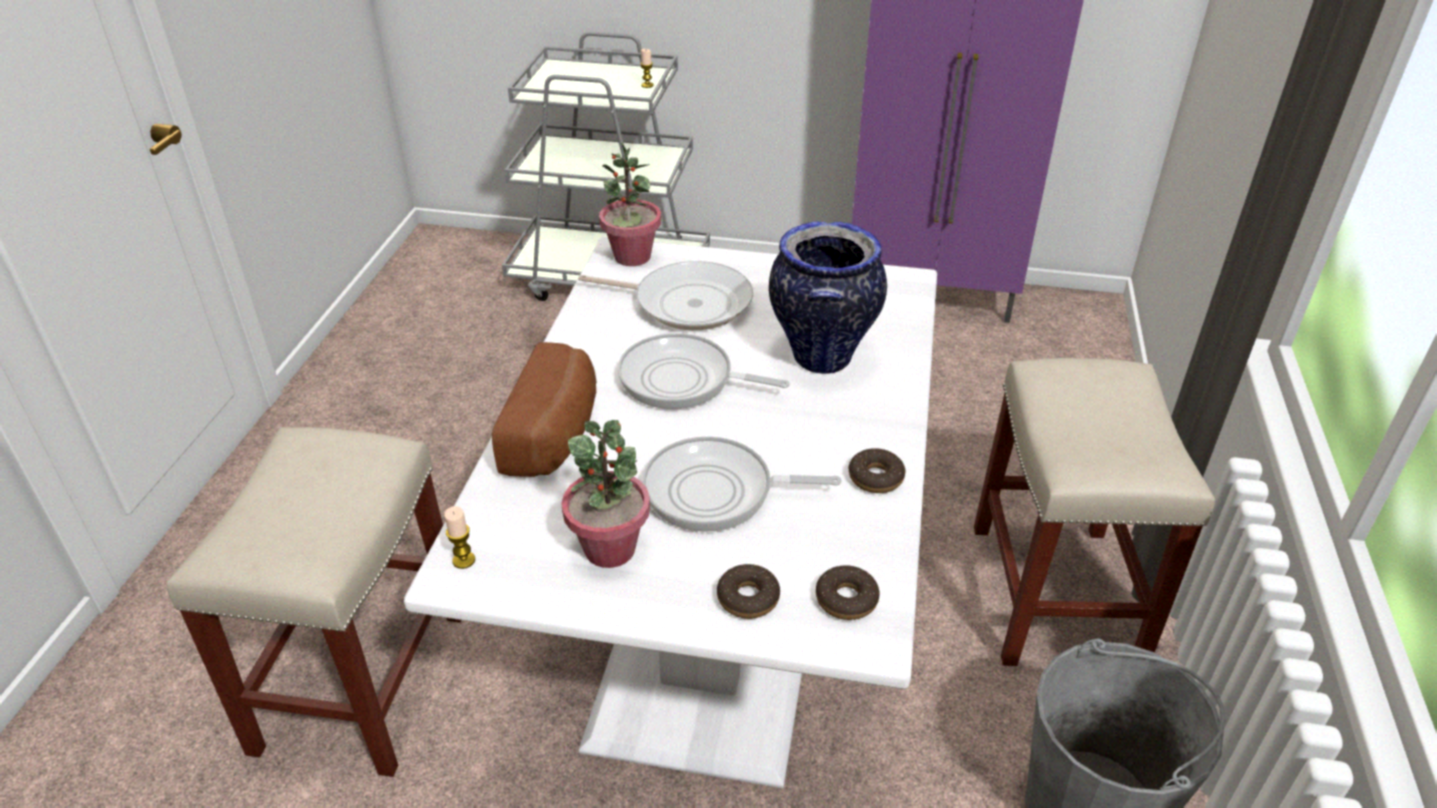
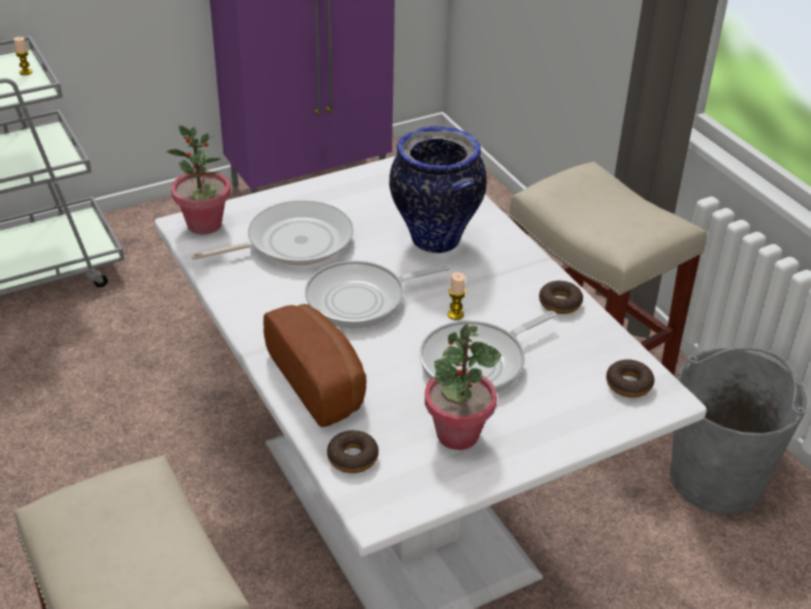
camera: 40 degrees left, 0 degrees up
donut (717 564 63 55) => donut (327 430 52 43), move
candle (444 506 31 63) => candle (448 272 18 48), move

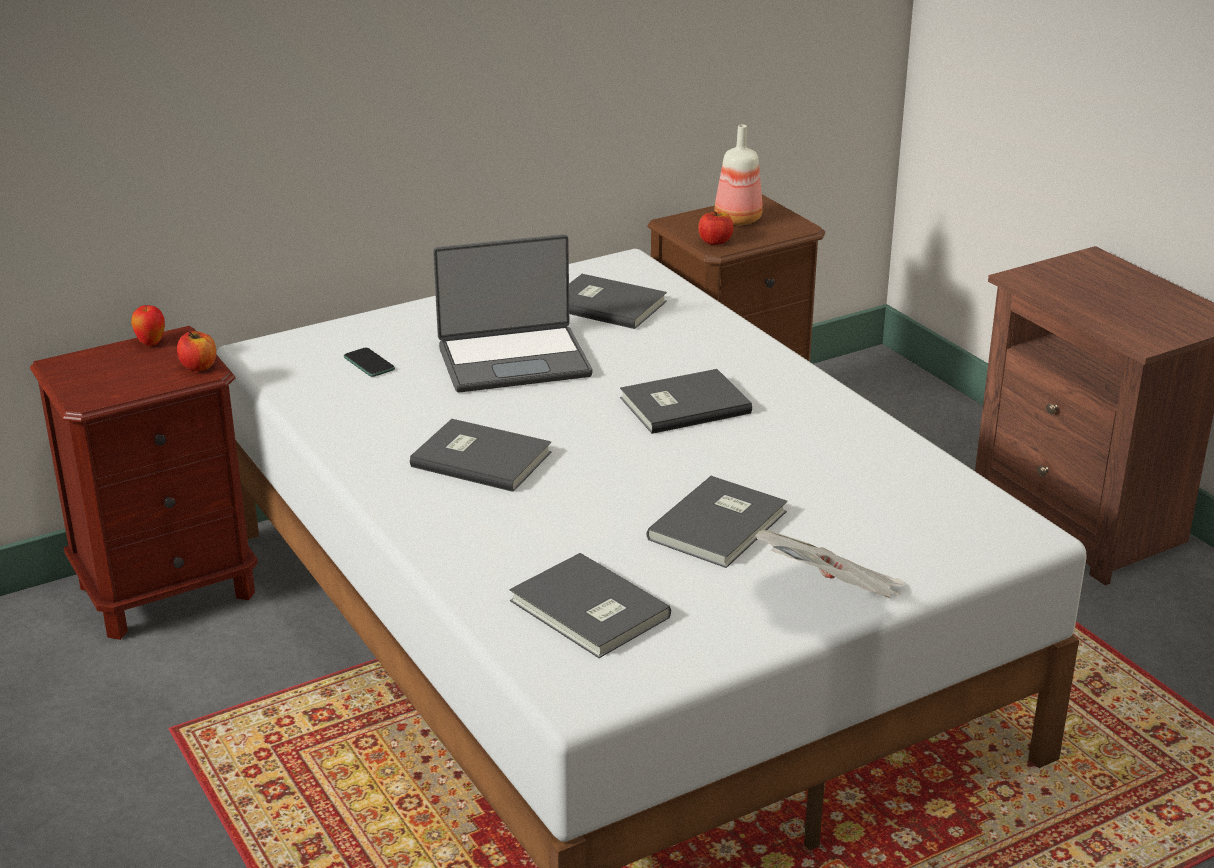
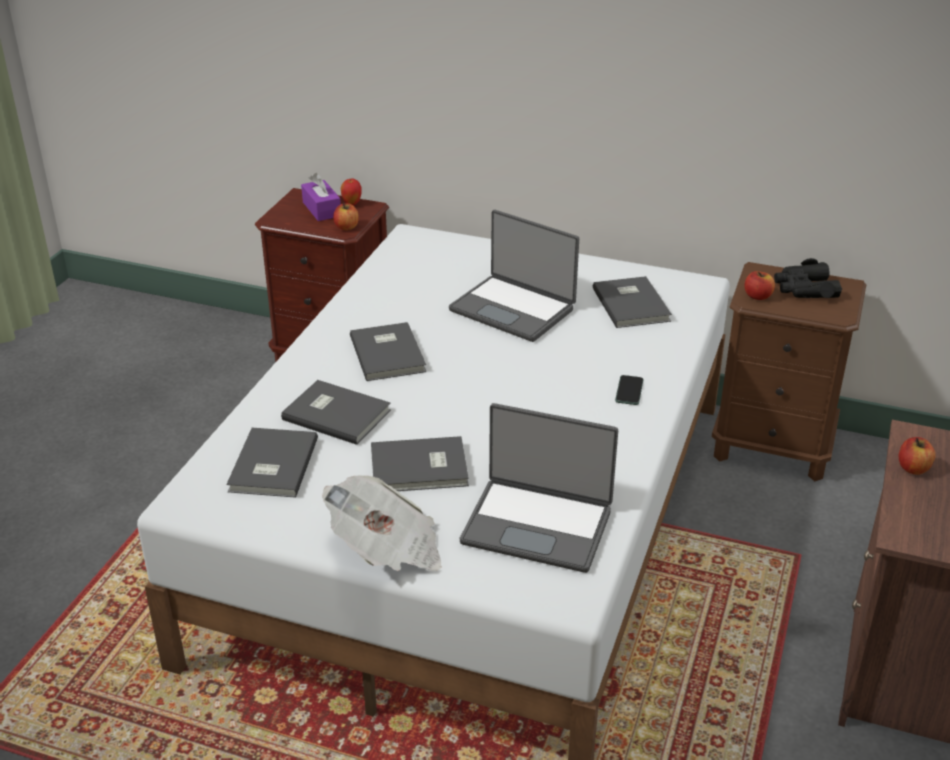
camera: 50 degrees right, 5 degrees up
book/grey (620 369 132 65) => book/grey (281 380 110 65), move
nothing => tissue box/purple (301 173 40 48)
nothing => laptop (460 403 158 170)
phone (344 348 51 29) => phone (615 375 28 30), move
bottle (715 125 48 100) => binoculars/black (774 258 68 40)
nothing => apple (899 437 37 38)

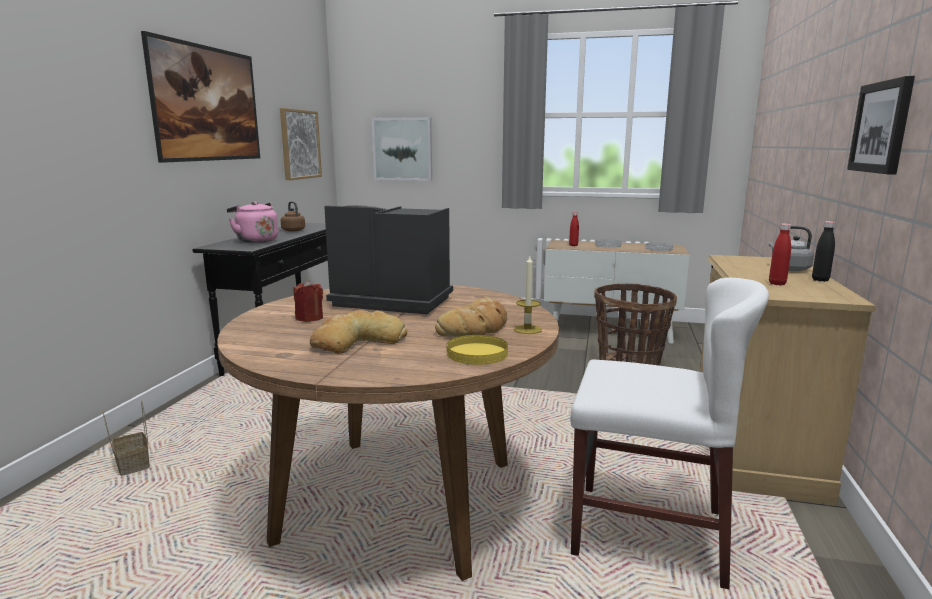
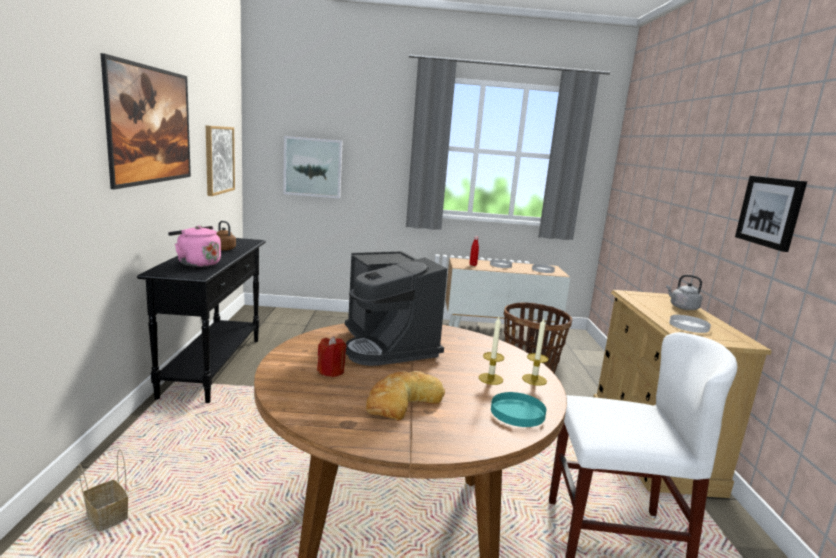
camera: 15 degrees left, 0 degrees up
coffee machine (324 205 129 109) => coffee machine (345 251 102 115), 120 degrees counterclockwise
bread (435 298 72 39) => candle (479 317 25 68)
plate/yellow (447 335 61 30) => plate/turquoise (491 392 55 35)
bottle/red (769 223 22 62) => plate/white (669 315 42 18)
bottle/black (812 221 23 61) => nothing

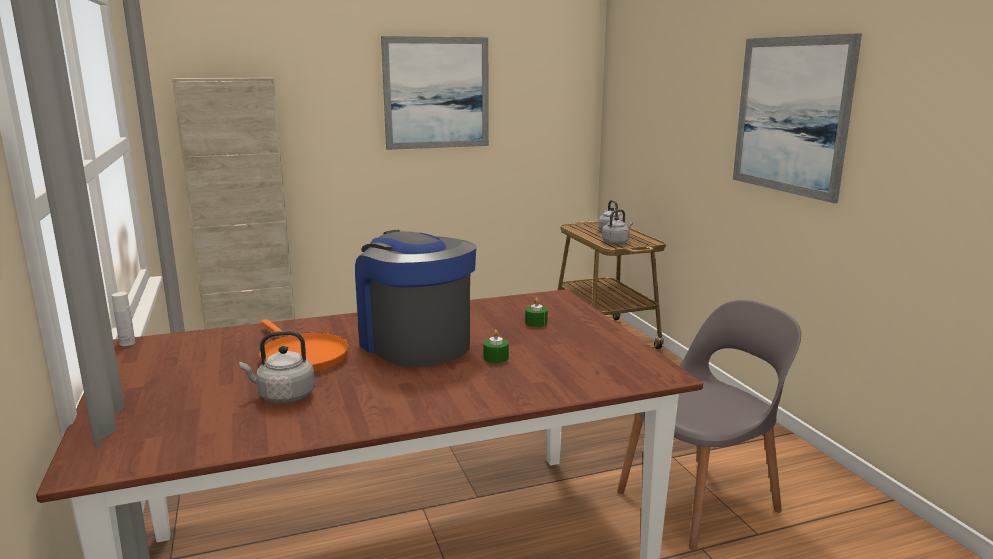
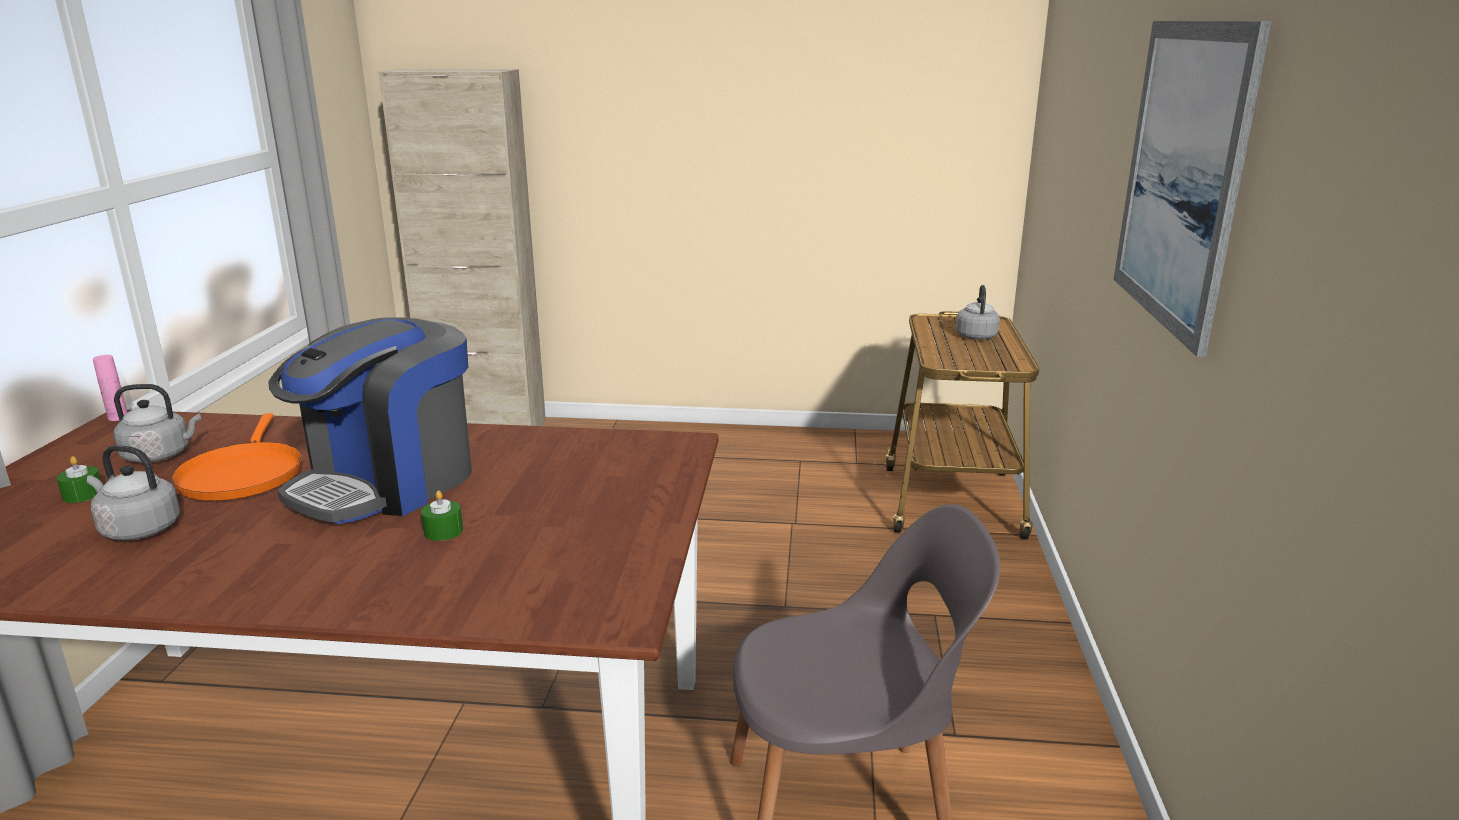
camera: 25 degrees right, 5 degrees up
candle/green (525 298 23 29) => candle/green (57 456 44 47), move
bottle/white (112 292 23 54) => bottle/pink (93 355 34 66)
kettle/grey (602 209 31 35) => kettle/grey (113 384 88 79), move
coffee machine (355 230 121 137) => coffee machine (269 317 203 207), 135 degrees counterclockwise
picture (381 36 108 114) => nothing

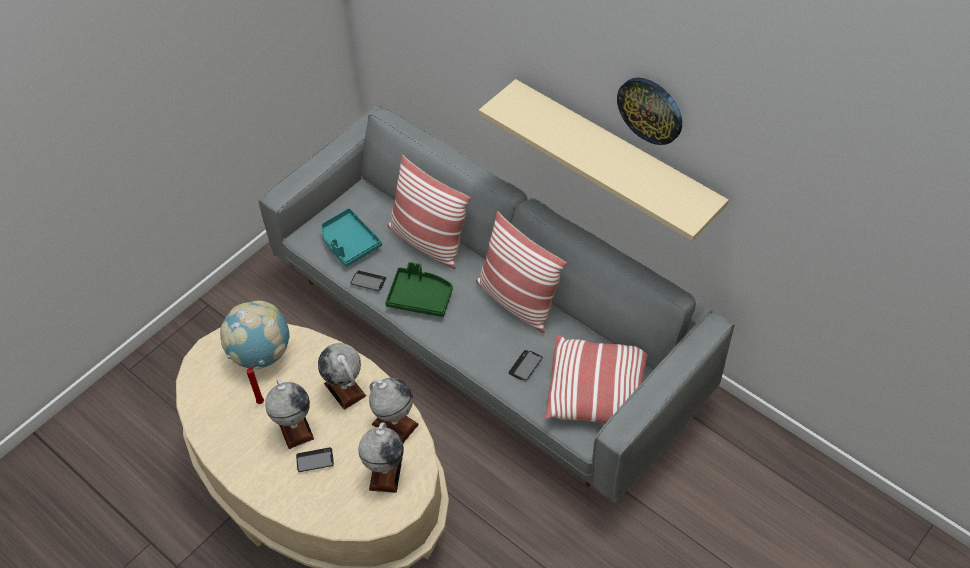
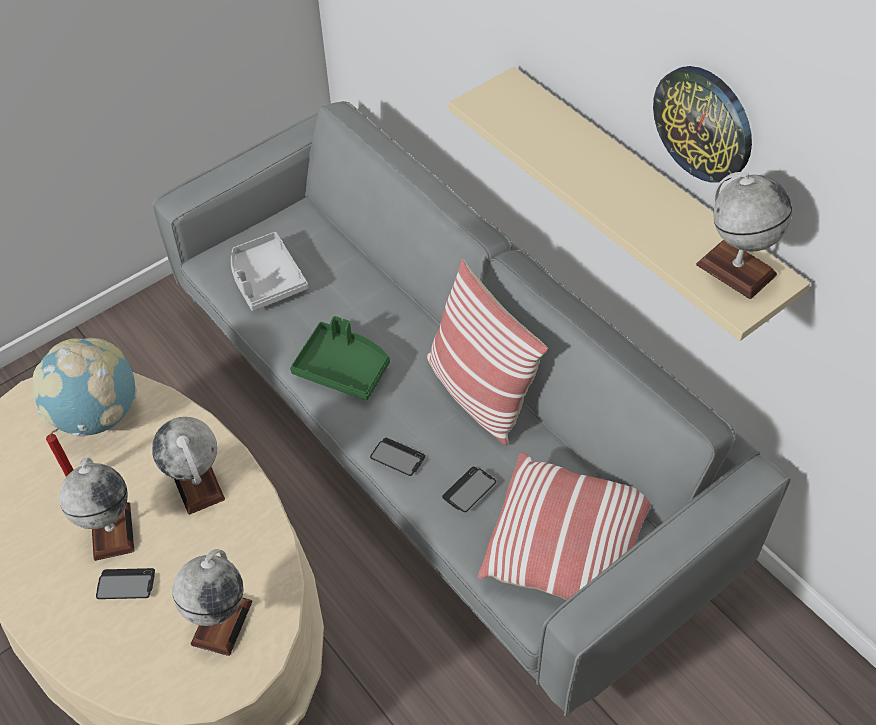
camera: 10 degrees right, 0 degrees up
tray/turquoise (321 208 61 59) => tray/grey (231 232 77 79)
phone (351 271 35 20) => phone (370 438 56 38), move
globe (369 378 50 65) => globe (696 172 96 127), move
pillow (388 155 83 114) => nothing

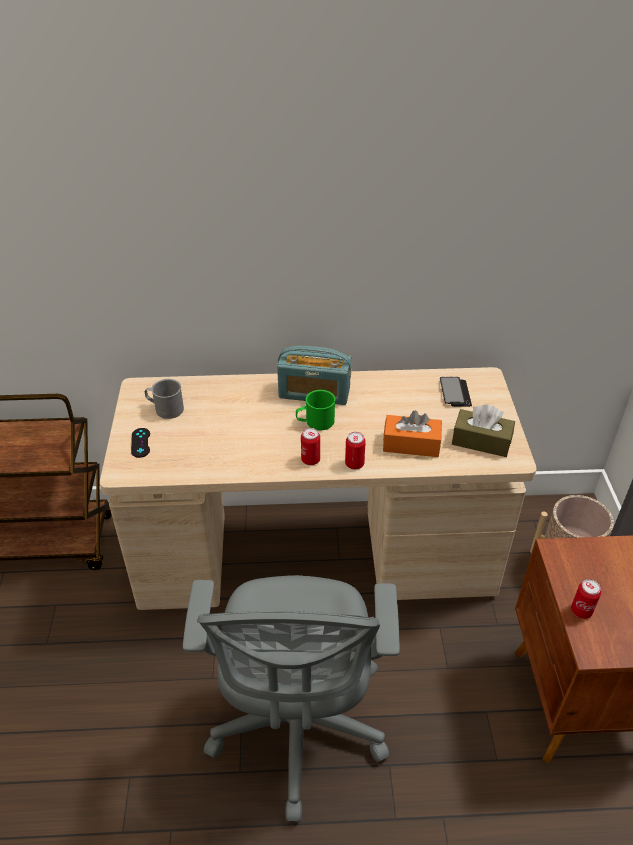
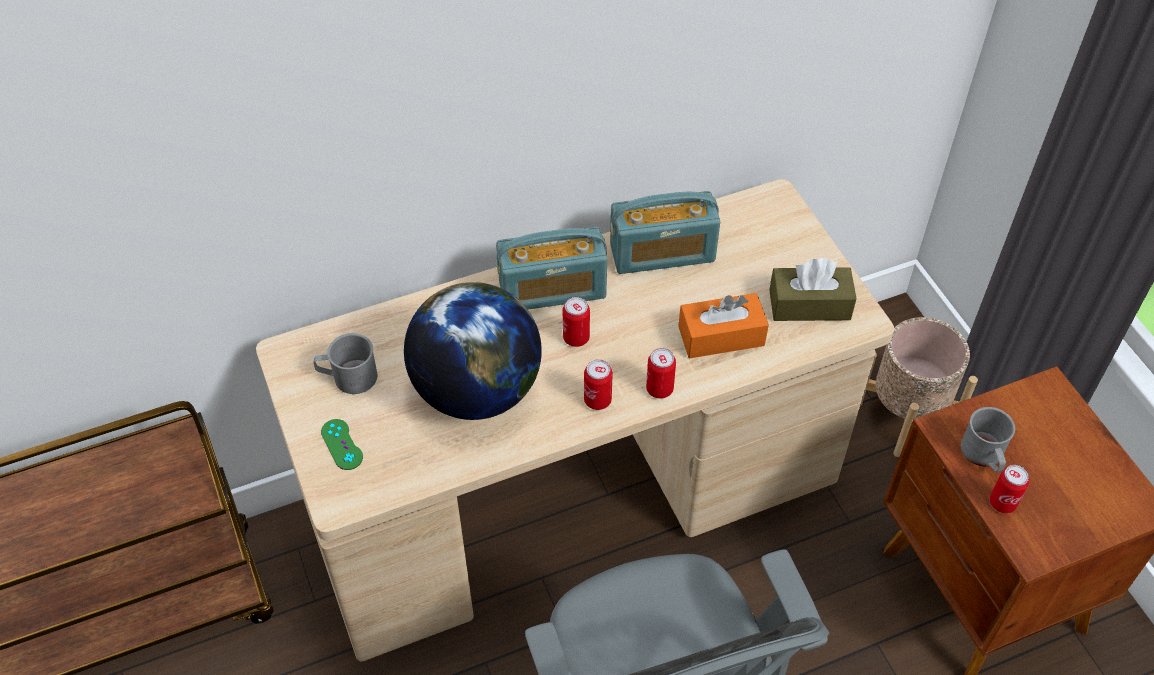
camera: 20 degrees left, 10 degrees up
game controller/black (131 428 19 30) => game controller/green (321 419 42 51)
nothing => globe (404 282 138 138)
mug/green (296 390 40 41) => can (563 297 27 50)
nothing => radio (610 191 110 83)
nothing => mug/grey (961 407 54 65)
phone (440 377 32 30) => nothing

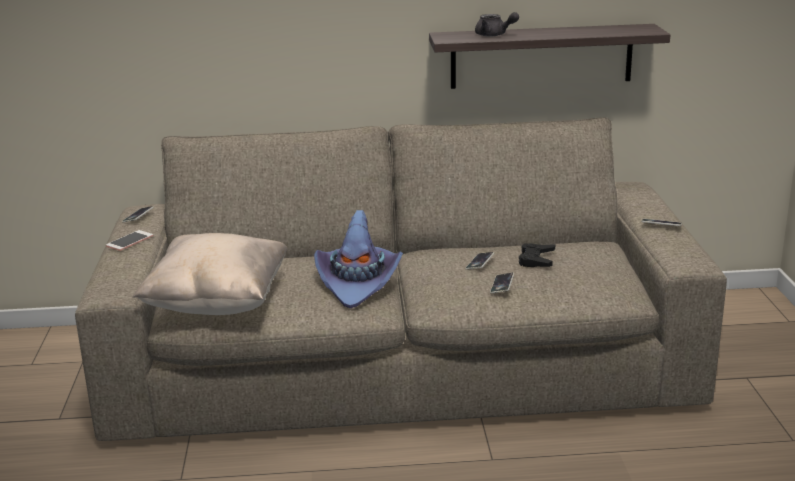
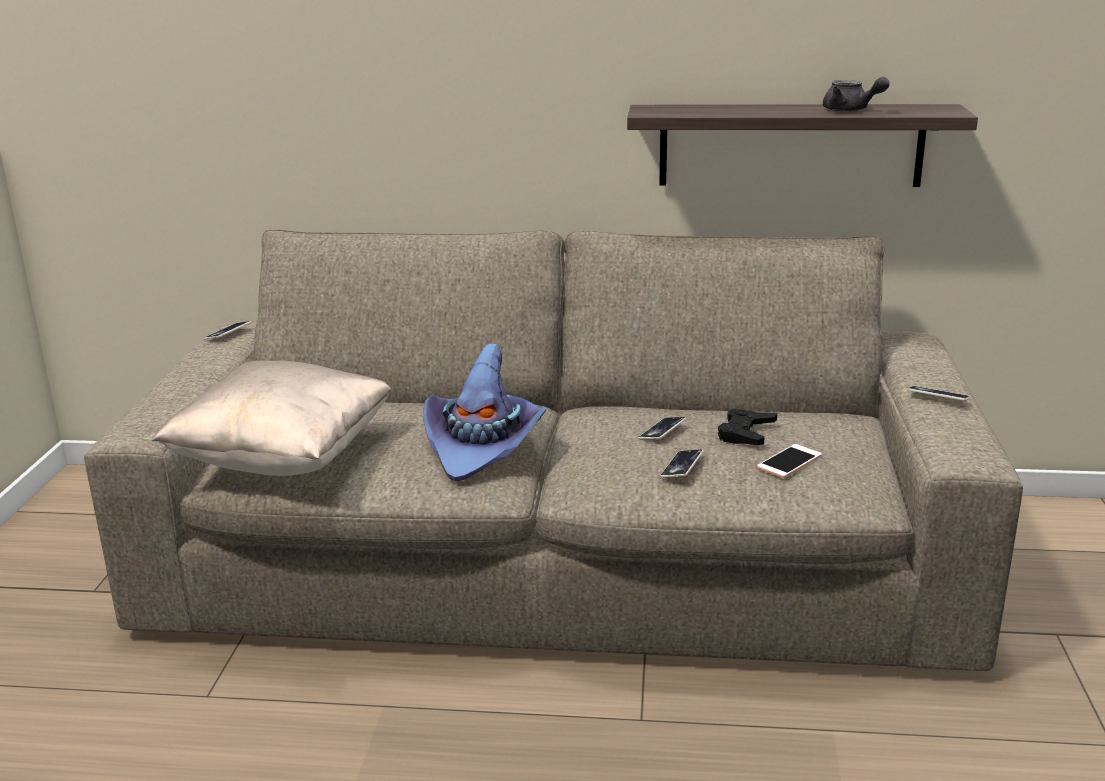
camera: 10 degrees right, 0 degrees up
phone (106 230 47 21) => phone (757 444 65 34), move
teapot/grey (475 12 44 25) => teapot/grey (823 77 67 35), move

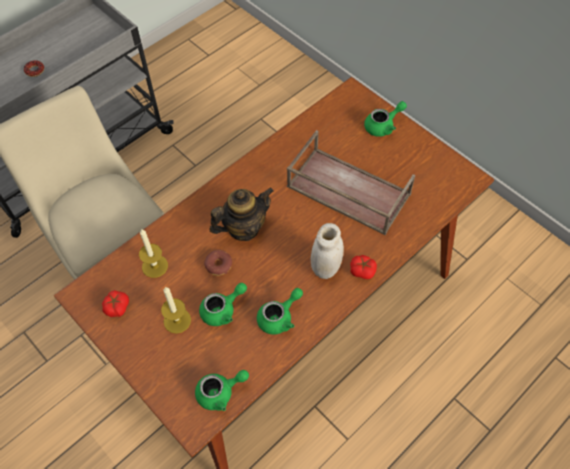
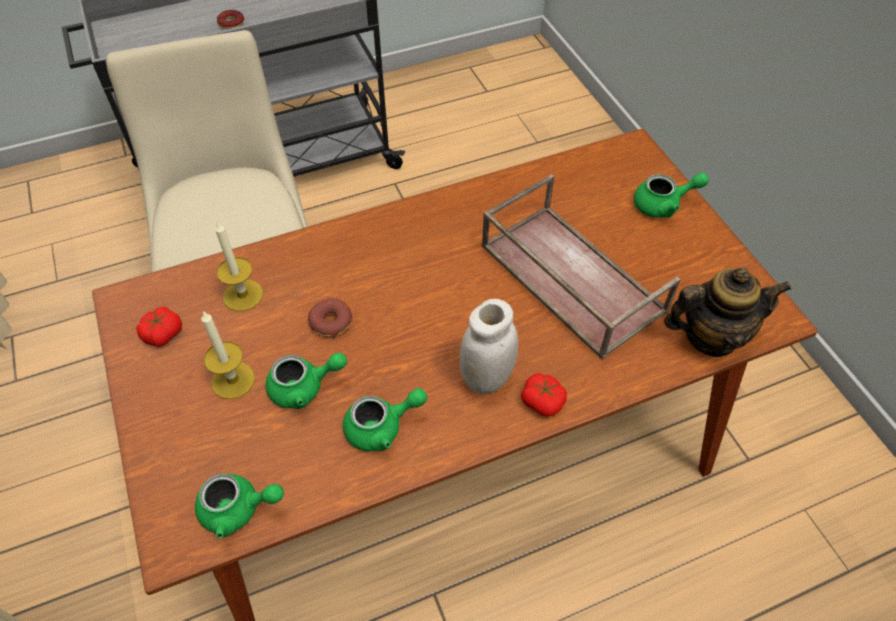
camera: 20 degrees right, 5 degrees down
teapot (209 188 65 53) => teapot (664 268 127 89), move

